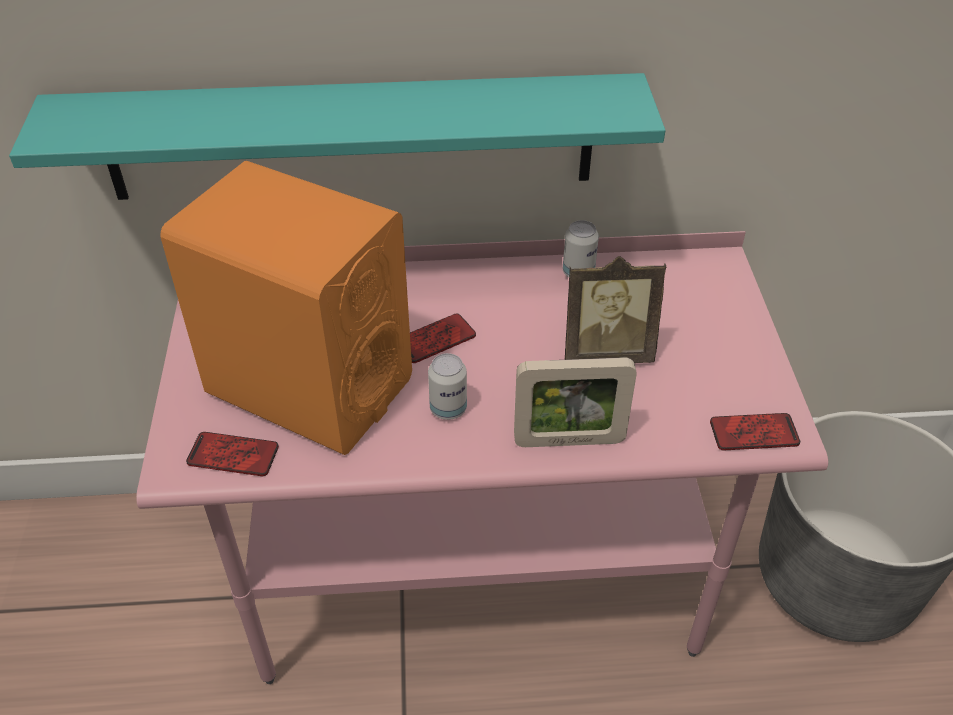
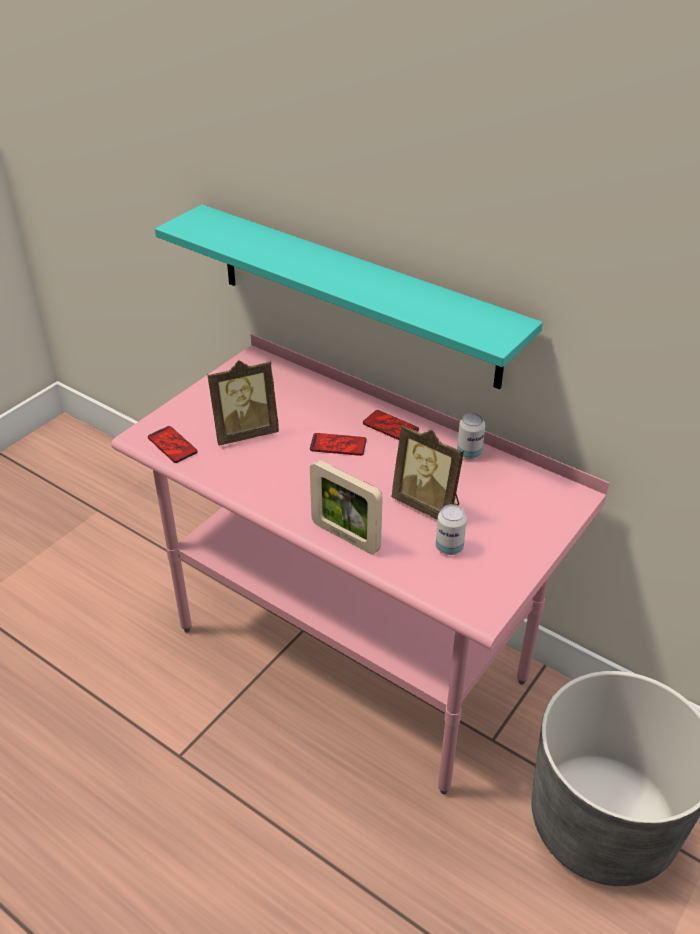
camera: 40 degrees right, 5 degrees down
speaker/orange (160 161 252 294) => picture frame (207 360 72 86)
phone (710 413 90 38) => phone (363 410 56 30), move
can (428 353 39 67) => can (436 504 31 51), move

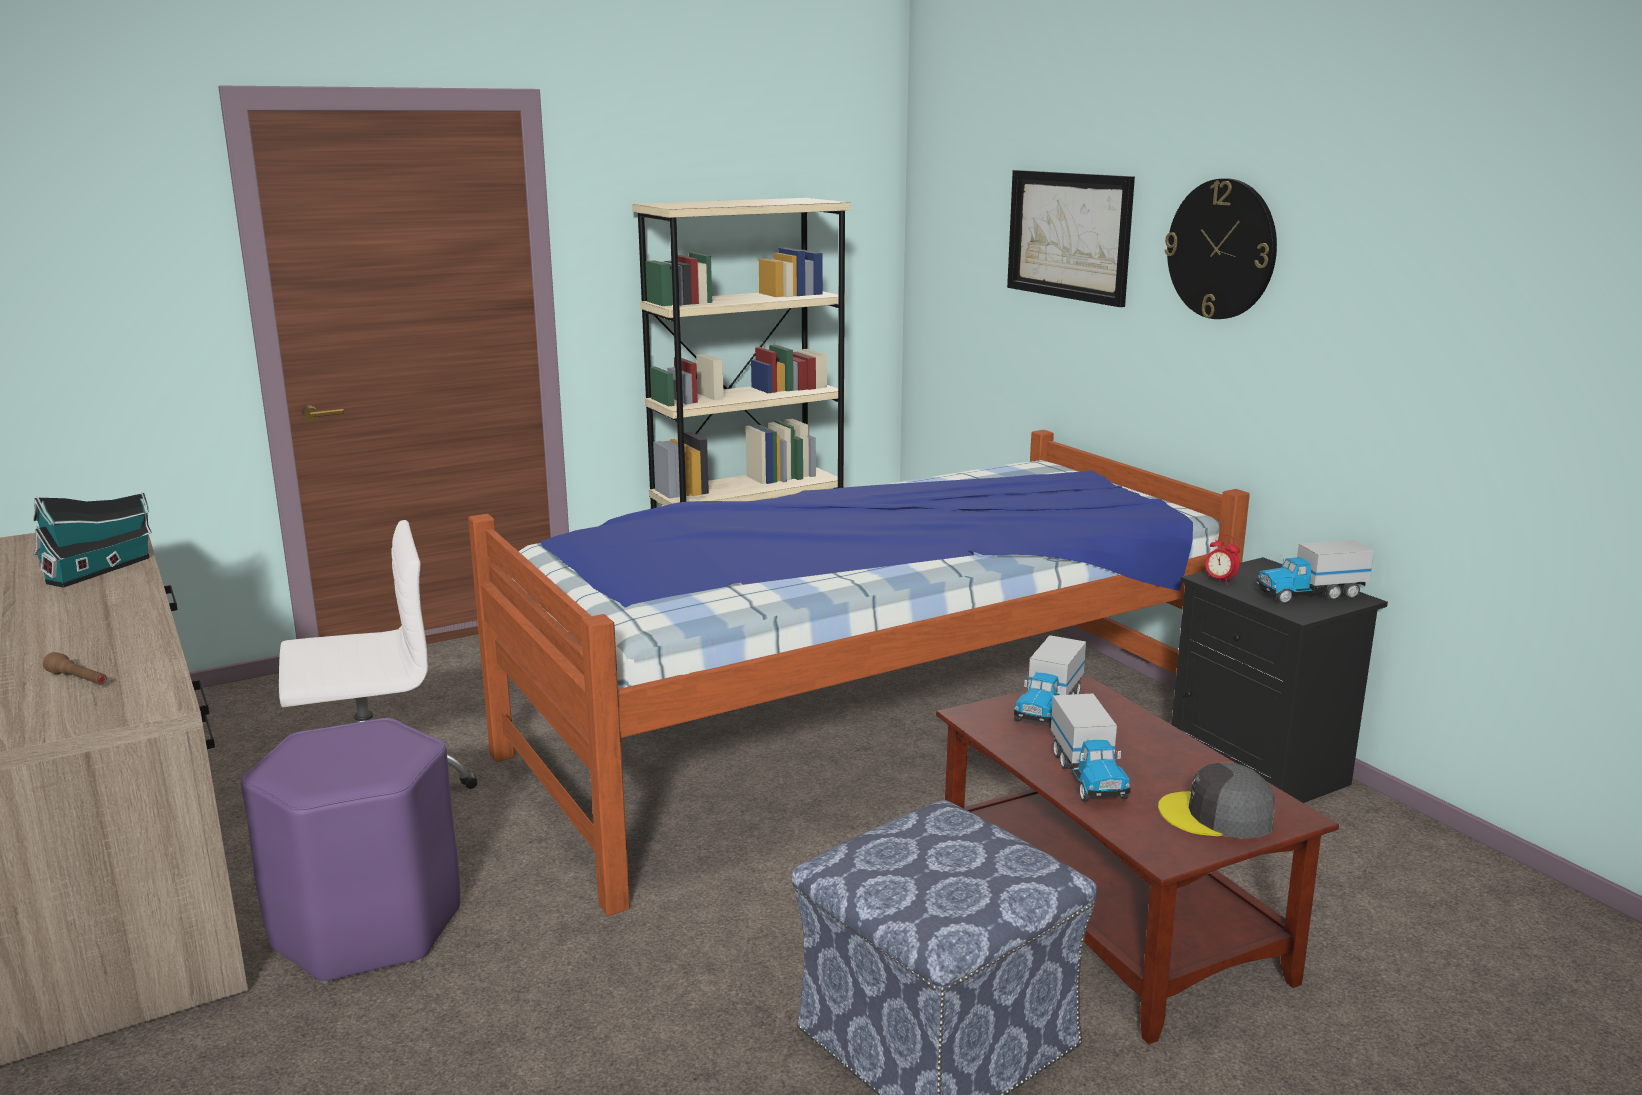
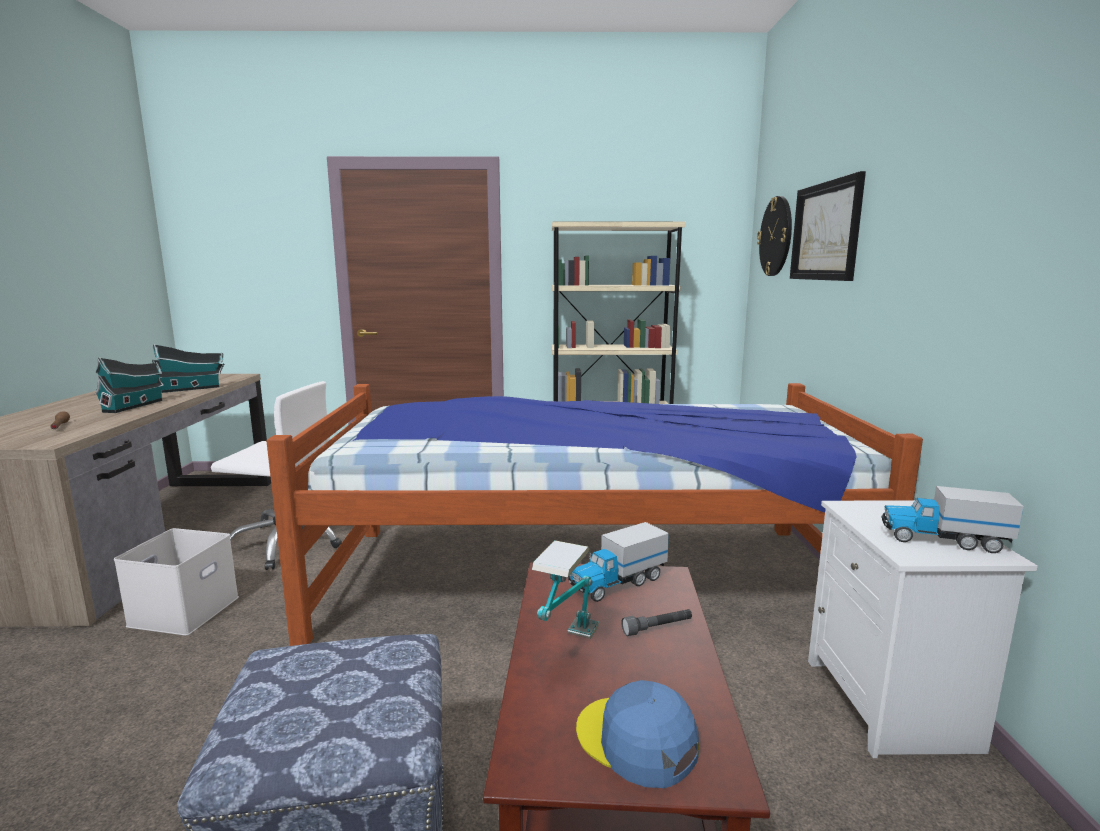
camera: 30 degrees right, 5 degrees down
nothing => toy house (94 357 70 56)
stool/purple (241 718 219 266) => storage box/white (114 528 125 108)
toy truck (1051 693 80 109) => table lamp (532 540 67 99)
cap/grey (1158 763 117 76) => cap/blue (576 680 123 108)
nothing => flashlight/grey (621 609 71 27)
wall clock (1165 179 112 140) => wall clock (757 196 35 80), move
nightstand/black (1172 557 216 246) => nightstand/white (808 500 230 258)
alarm clock (1205 534 35 51) => nothing

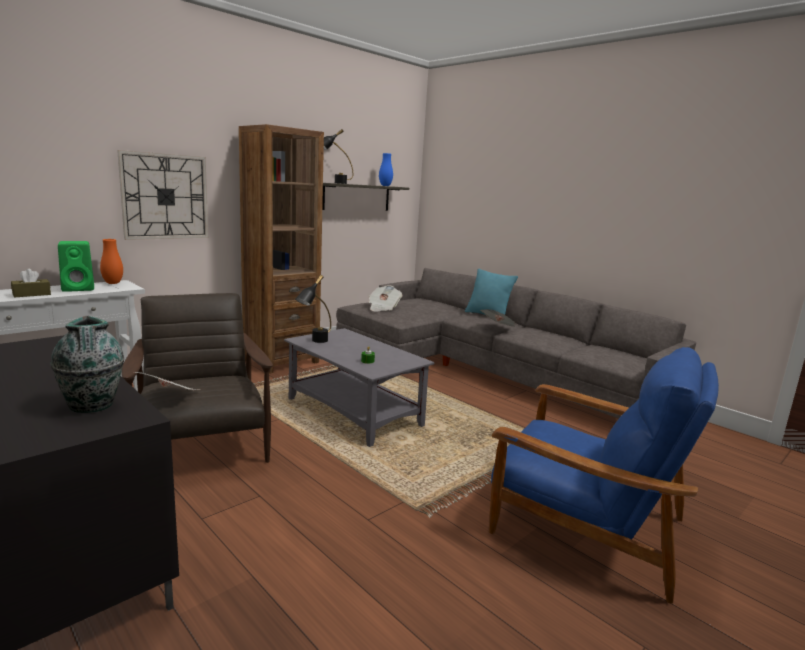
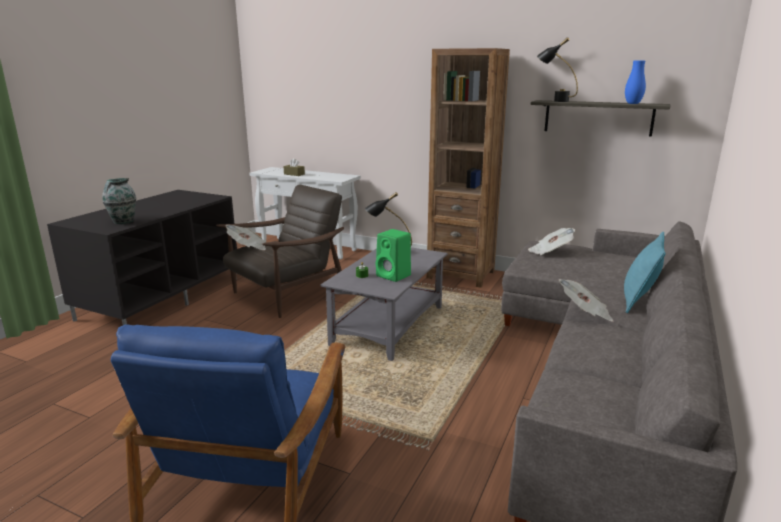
camera: 70 degrees right, 5 degrees up
speaker/green (58 241 36 51) => speaker/green (376 229 35 53), move
vase/orange (100 239 23 45) => nothing
wall clock (117 150 91 90) => nothing

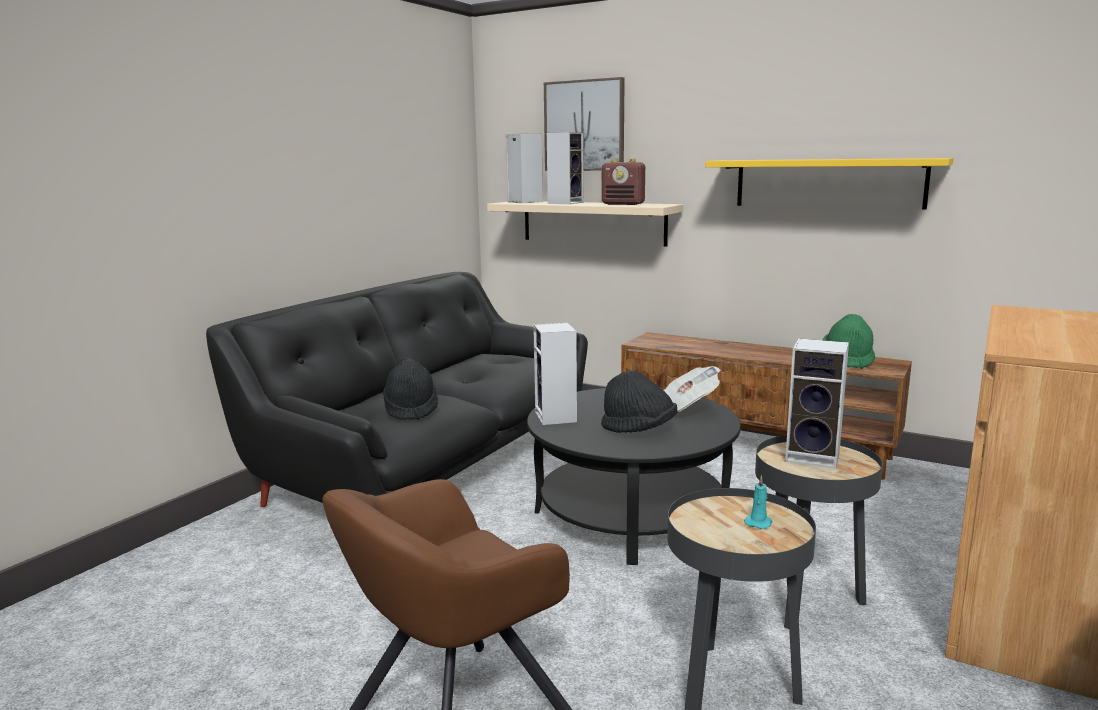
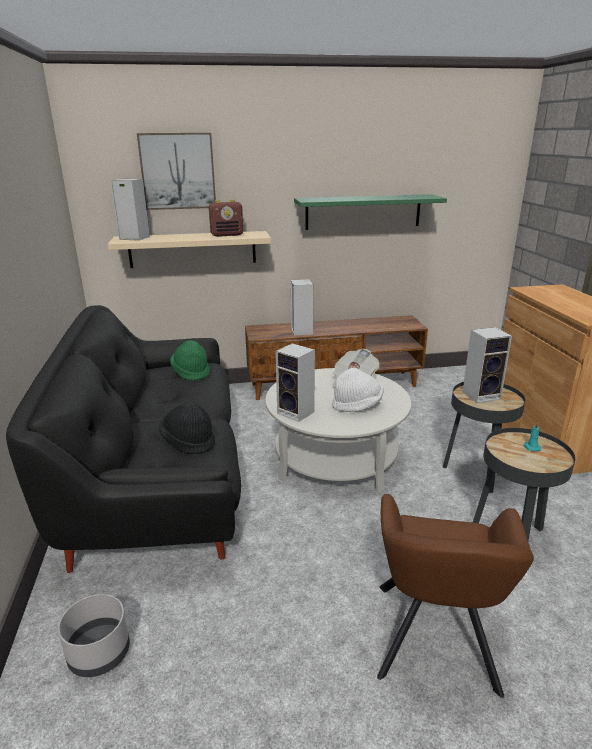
camera: 40 degrees left, 10 degrees up
nothing => planter/grey (58 594 72 83)
hat/green (823 314 52 55) => hat/green (170 340 40 41), move
coffee table/black (527 388 214 177) => coffee table/white (265 368 146 125)
speaker (547 132 37 72) => speaker (291 279 22 57), move
shelf/yellow (705 158 248 52) => shelf/green (294 194 153 36)
hat/black (601 371 77 62) => hat/white (332 368 51 44)

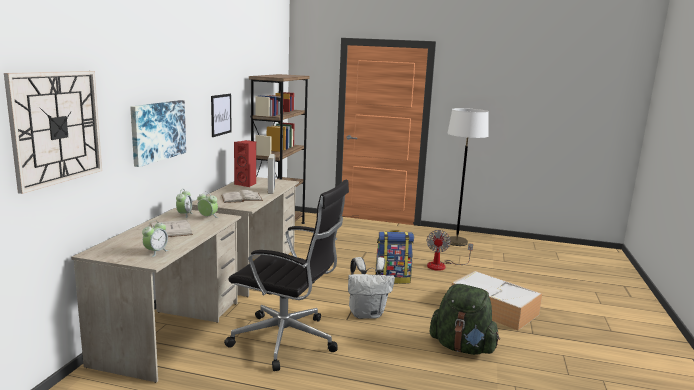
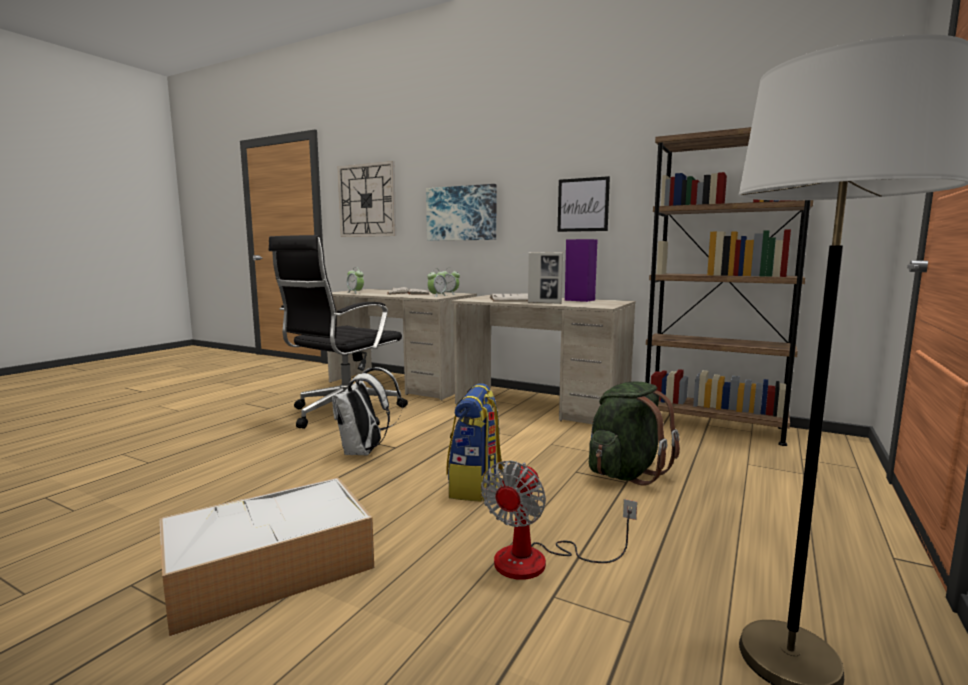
camera: 105 degrees right, 5 degrees down
fan (427 230 46 41) => fan (481 460 156 120), 90 degrees counterclockwise
speaker/red (234 140 22 47) => speaker/purple (565 239 33 63)
backpack/green (430 284 70 71) => backpack/green (589 381 91 105), move

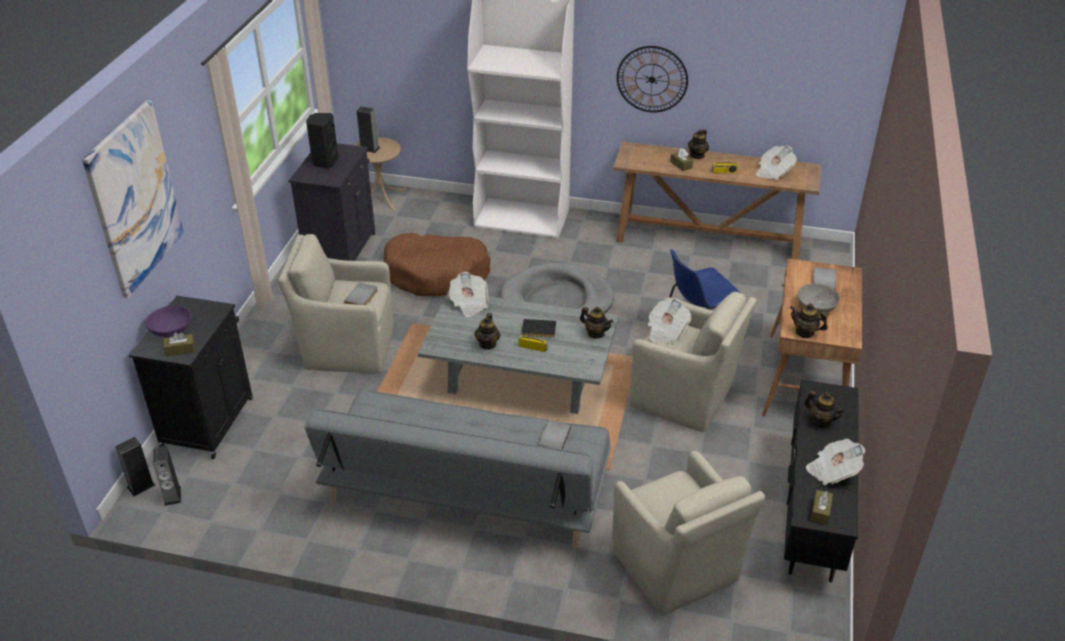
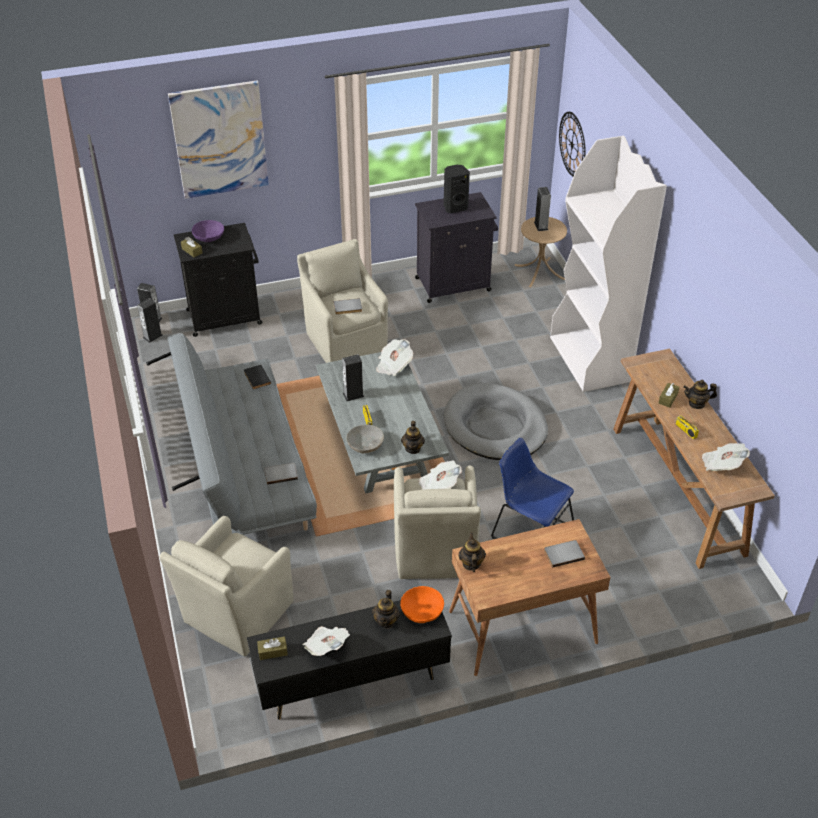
camera: 60 degrees right, 5 degrees up
book/black (522 319 34 19) => book/black (244 365 27 24), move
teapot (474 313 26 37) => speaker (342 354 22 47)
bowl/grey (797 283 43 31) => bowl/grey (347 424 37 29), move
nothing => bowl/orange (400 586 44 37)
wall clock (617 46 71 67) => wall clock (559 112 27 64), move
dog bed/brown (384 233 107 63) => nothing

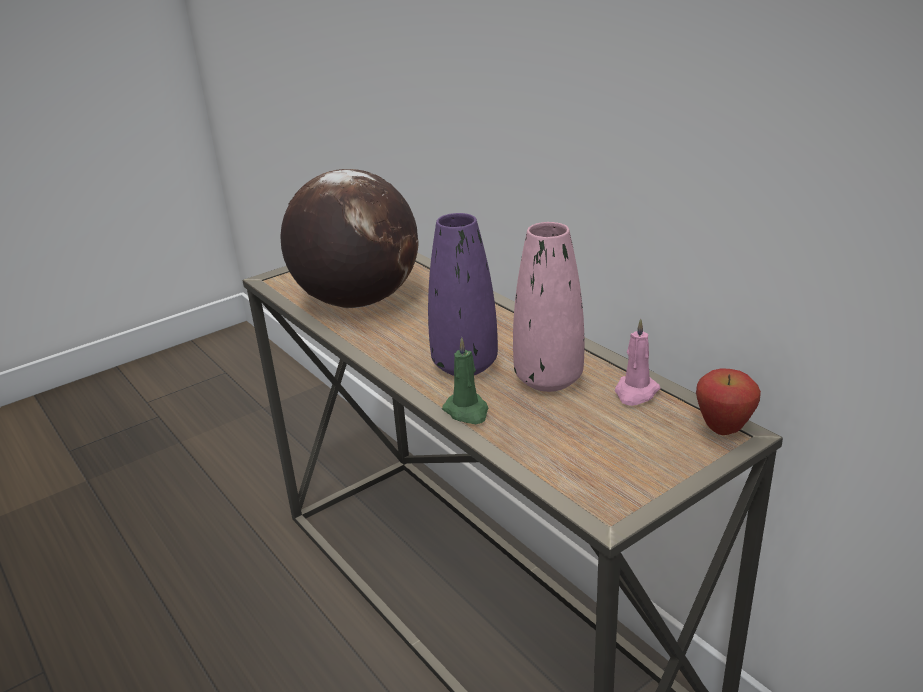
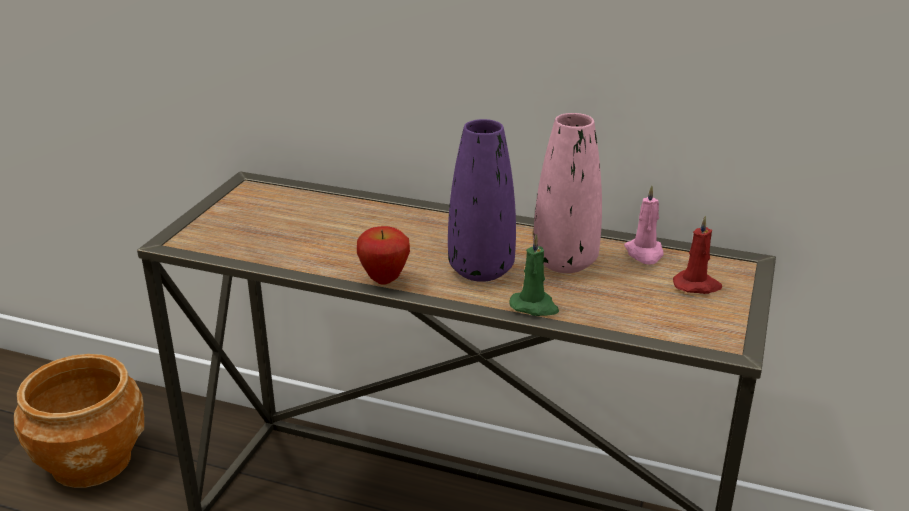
camera: 35 degrees left, 0 degrees up
nothing => planter/brown (14 354 130 134)
apple (696 368 65 67) => apple (357 226 53 59), move
nothing => candle/red (673 215 49 79)
globe (280 169 139 139) => nothing

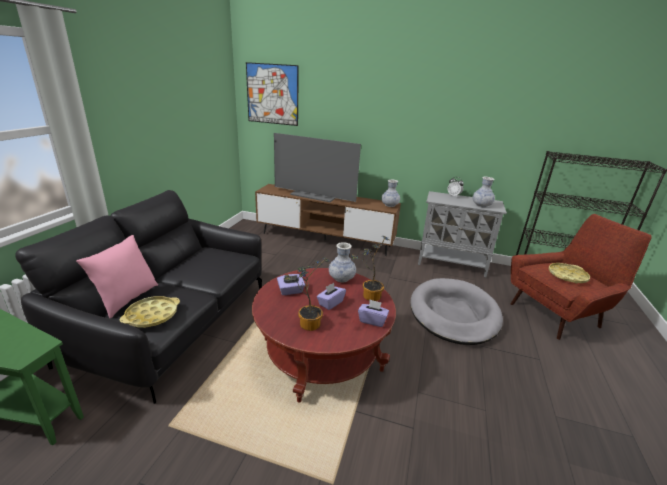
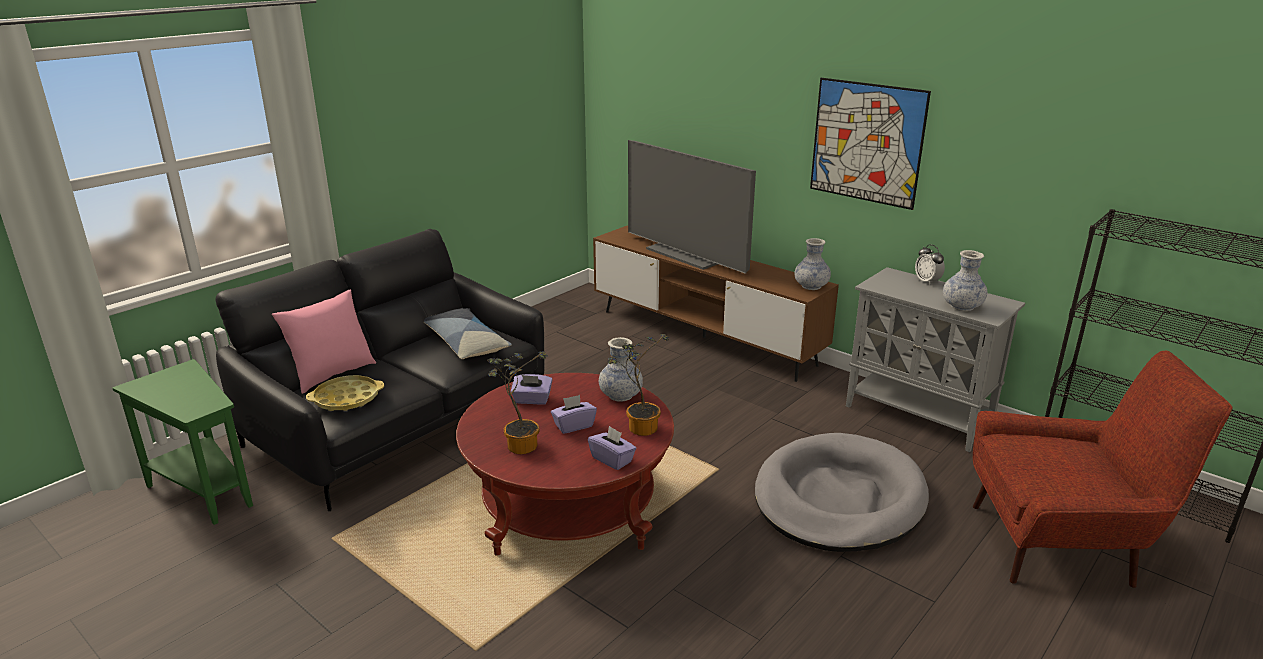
camera: 25 degrees right, 0 degrees up
nothing => pillow (424 308 88 51)
picture (246 62 53 64) => picture (810 78 121 132), move
tray/yellow (548 263 42 20) => nothing

